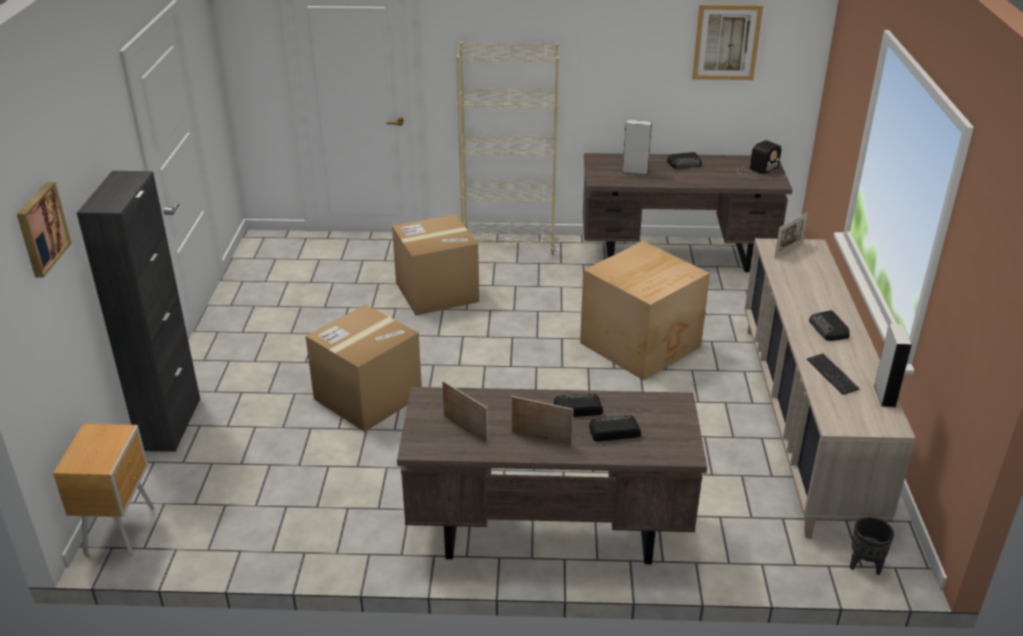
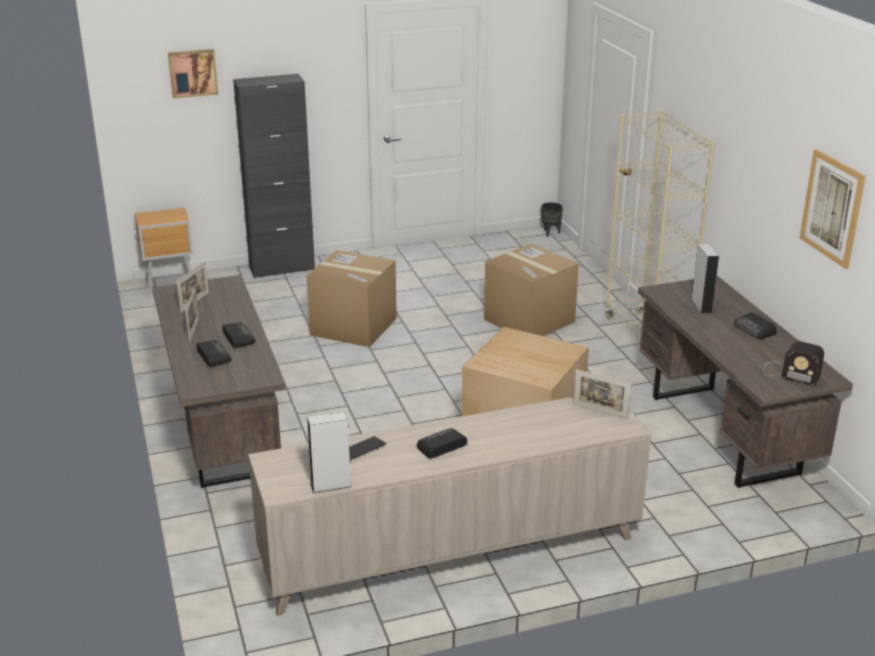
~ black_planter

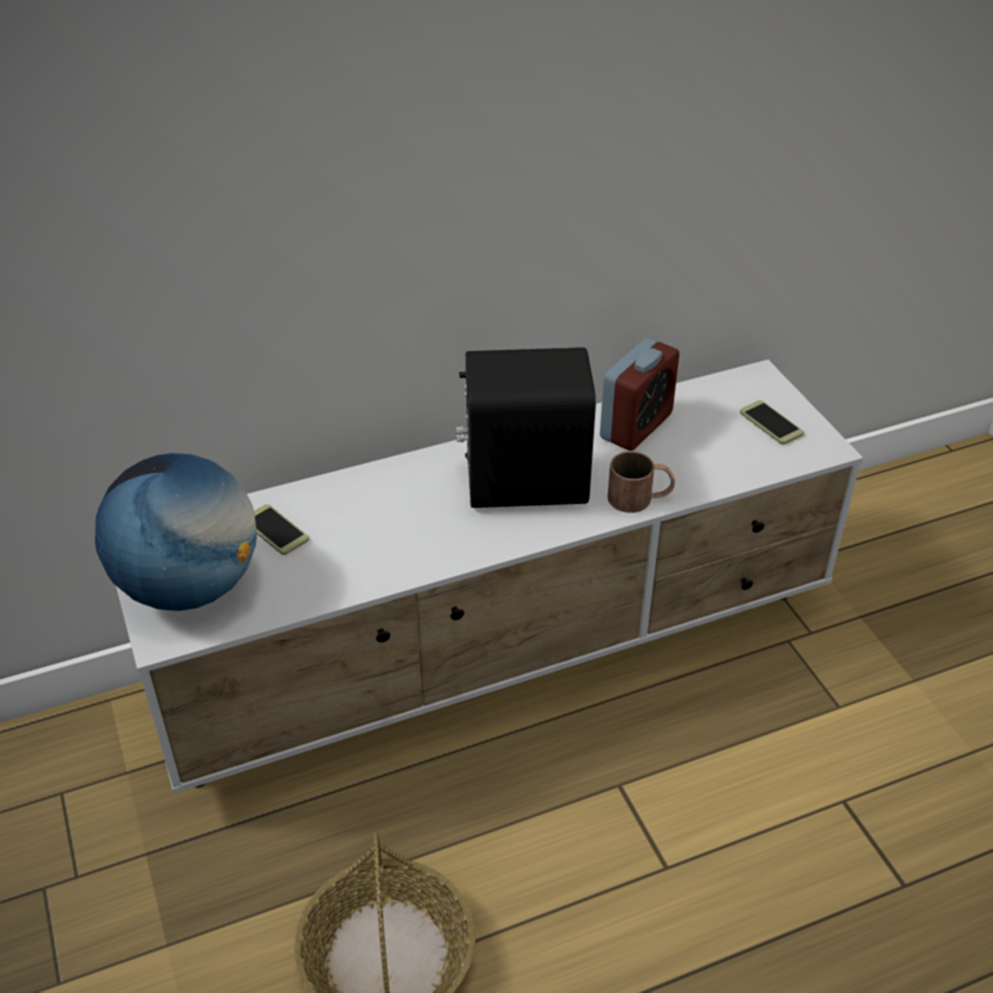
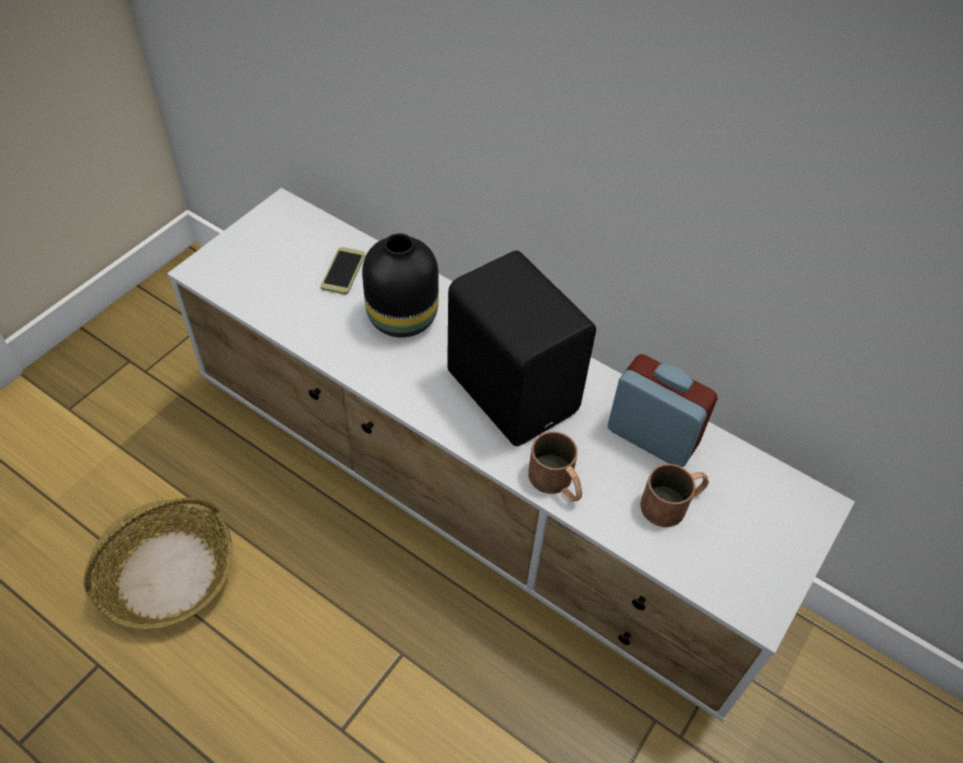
+ black_vase
~ alarm_clock 150 degrees counterclockwise
+ brown_mug (no. 2 from left)
- globe
- phone (no. 2 from left)

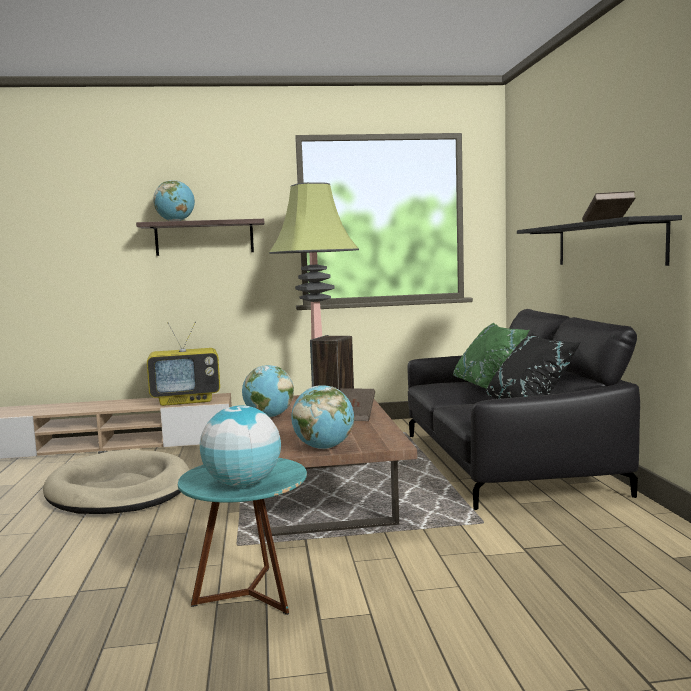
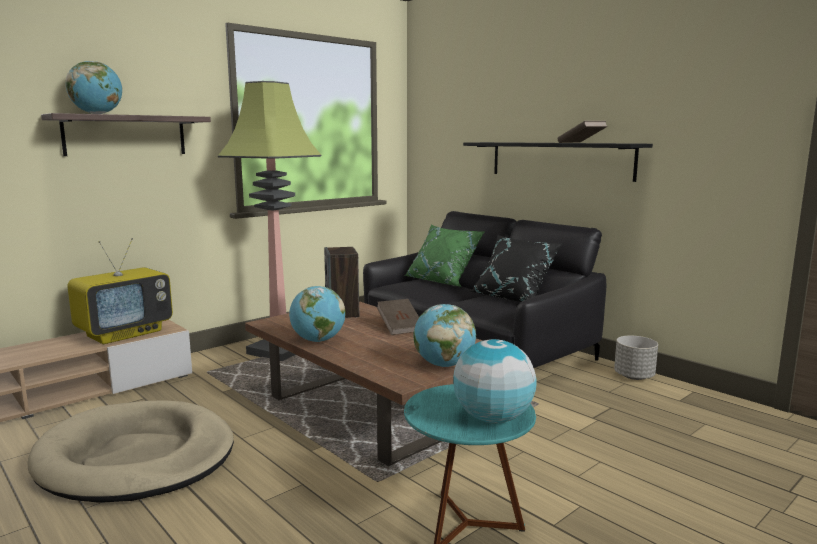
+ grey_planter

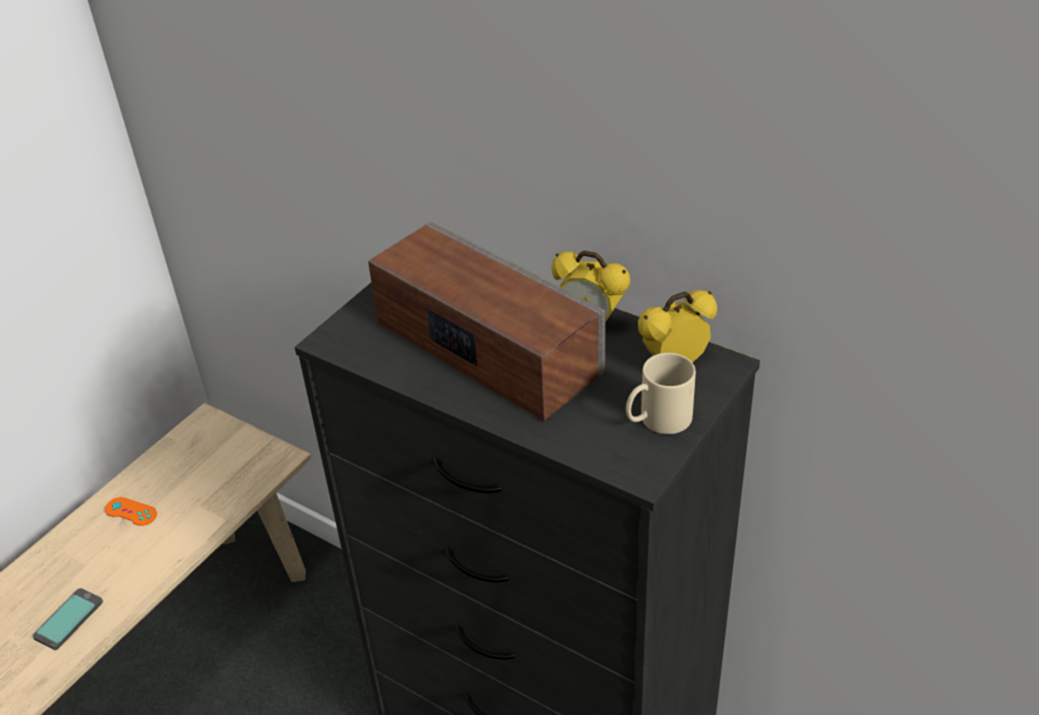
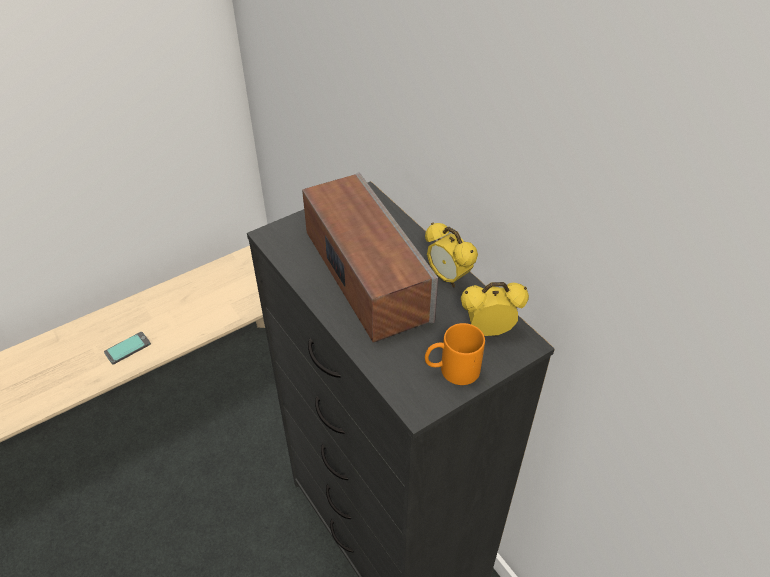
~ beige_mug to orange_mug
- orange_game_controller

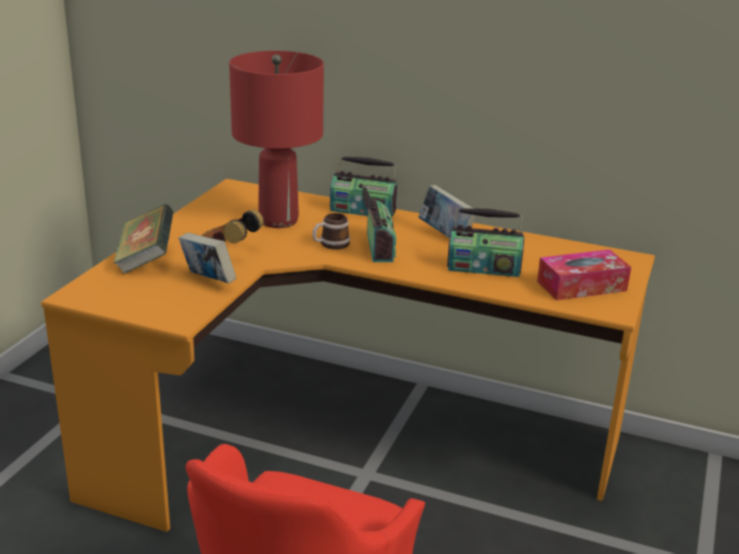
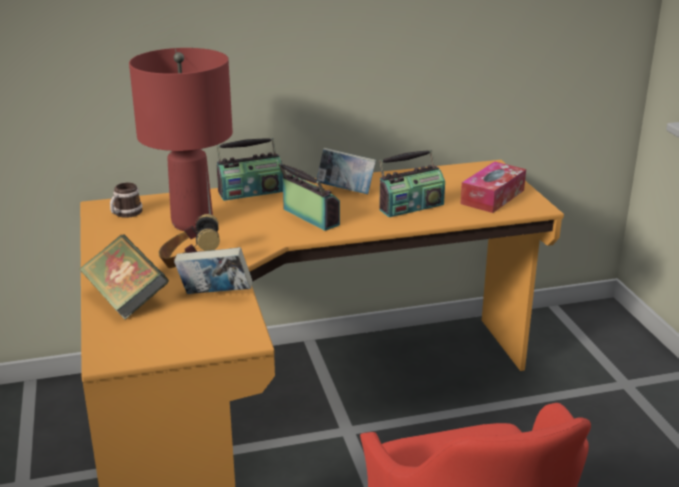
~ mug

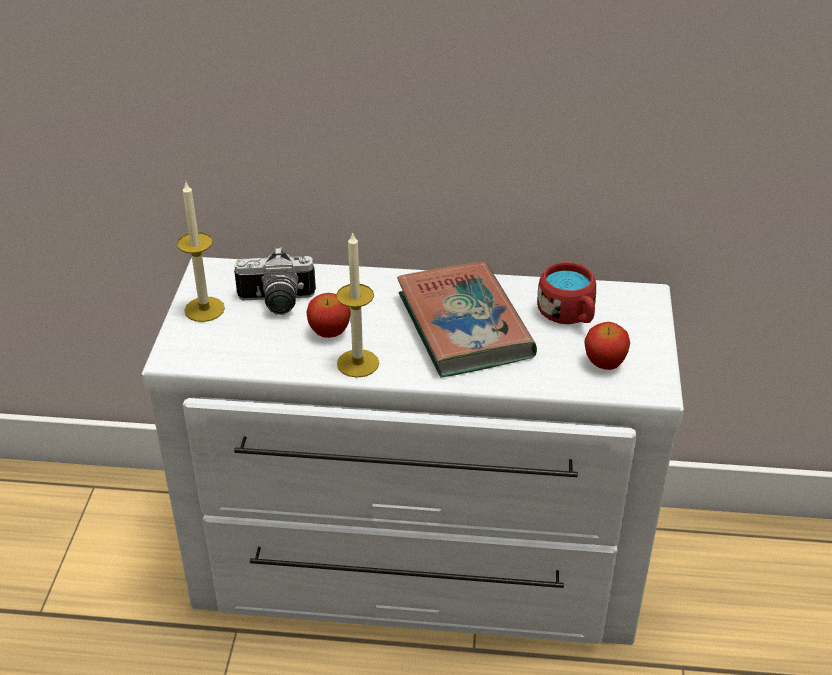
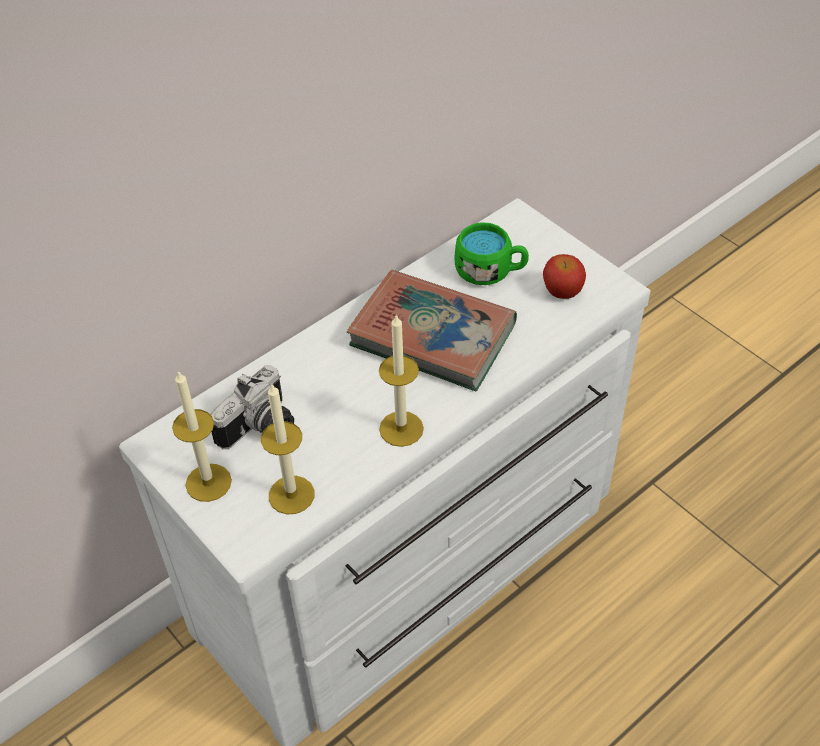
+ candle (no. 2 from left)
~ red_mug to green_mug
- apple (no. 1 from left)

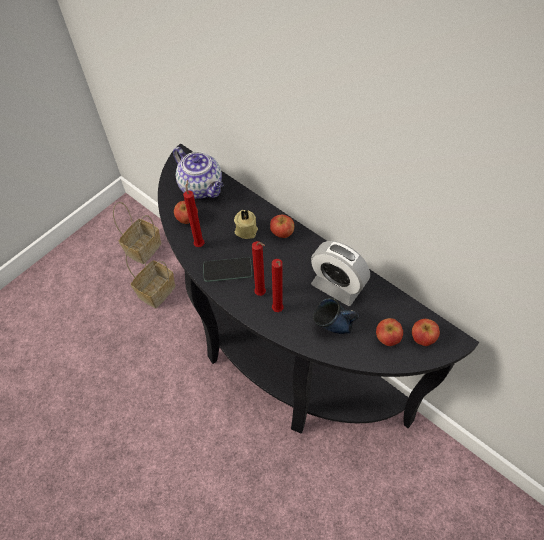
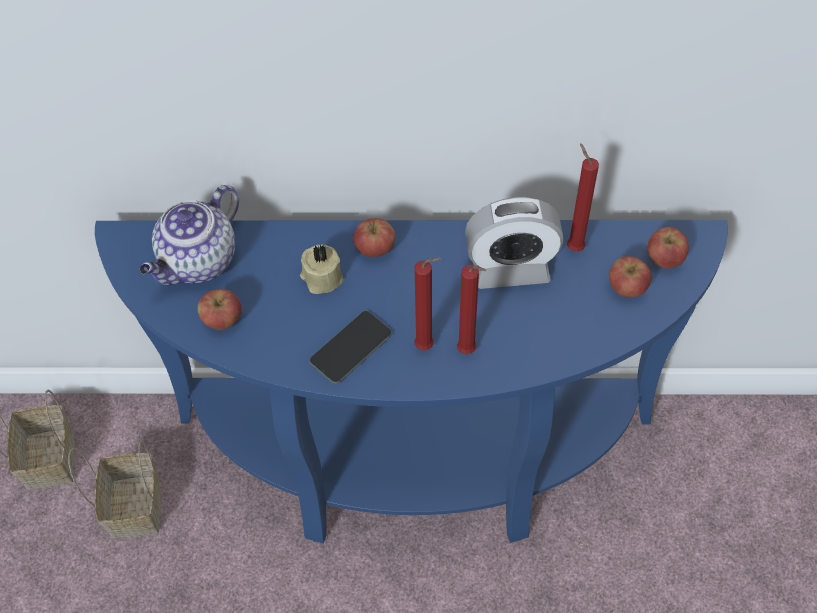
~ black_console_table to blue_console_table
~ teapot 120 degrees clockwise
~ red_candle (no. 1 from left in the first image) to red_candle (no. 3 from left)
- blue_mug

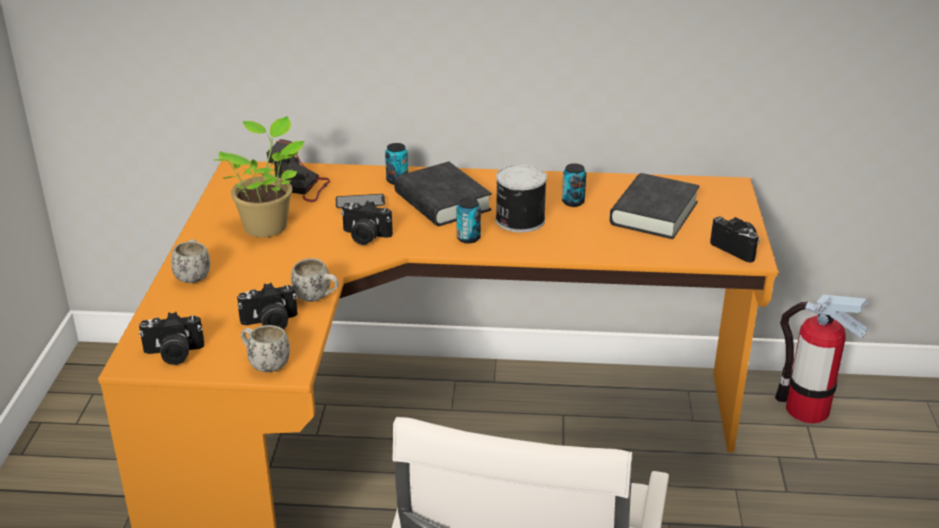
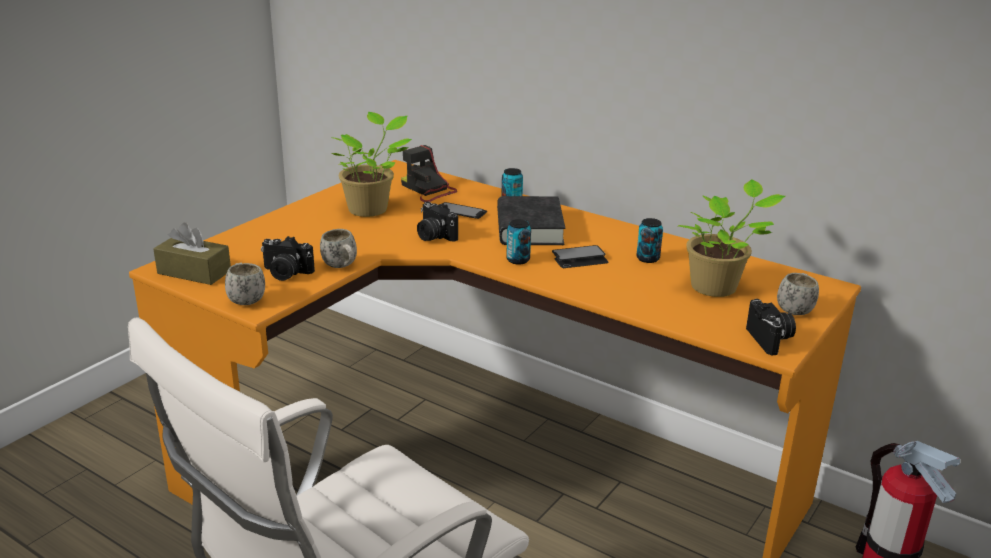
~ photo_camera (no. 1 from left) to brown_tissue_box
~ can (no. 3 from left) to phone (no. 2 from left)
~ black_book (no. 2 from left) to potted_plant (no. 2 from left)
~ white_mug (no. 1 from left in the first image) to white_mug (no. 3 from left)

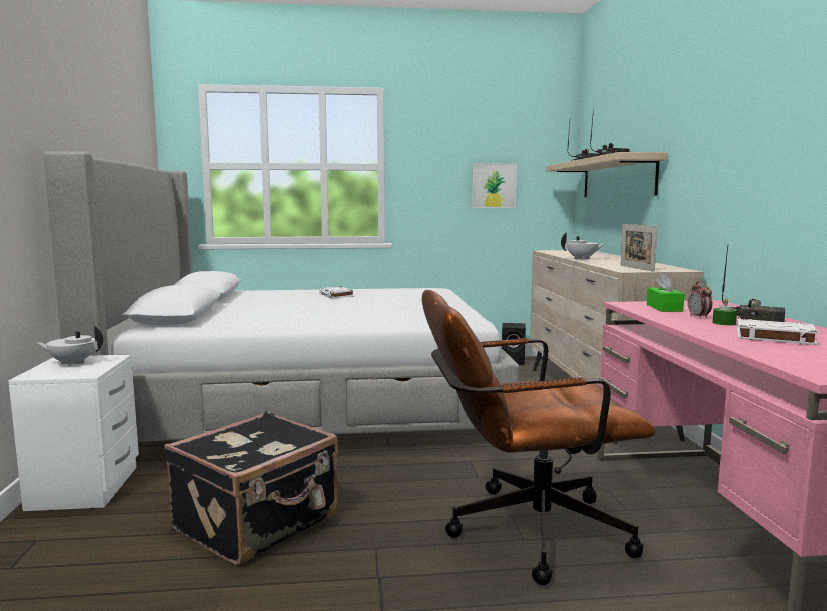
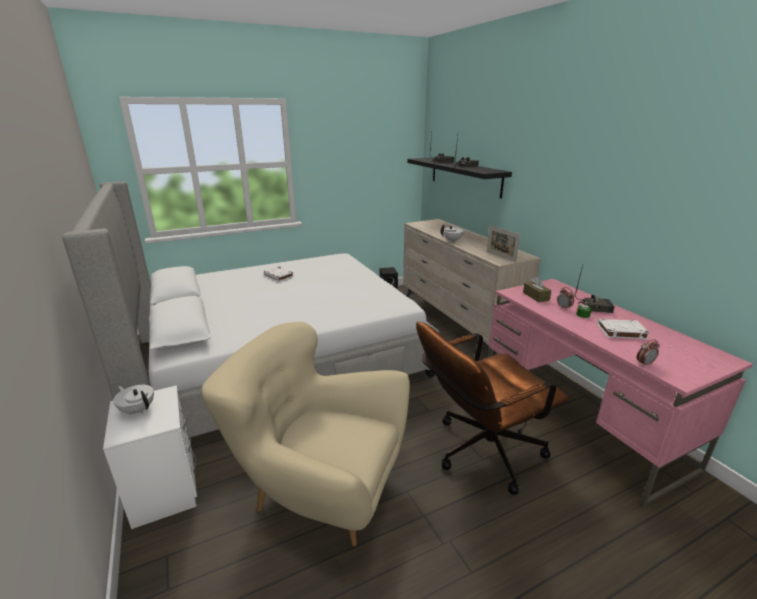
~ white_teapot (no. 1 from left) 60 degrees clockwise
~ black_suitcase to beige_armchair
~ beige_shelf to black_shelf
~ green_tissue_box to brown_tissue_box
+ alarm_clock (no. 2 from left)
- picture

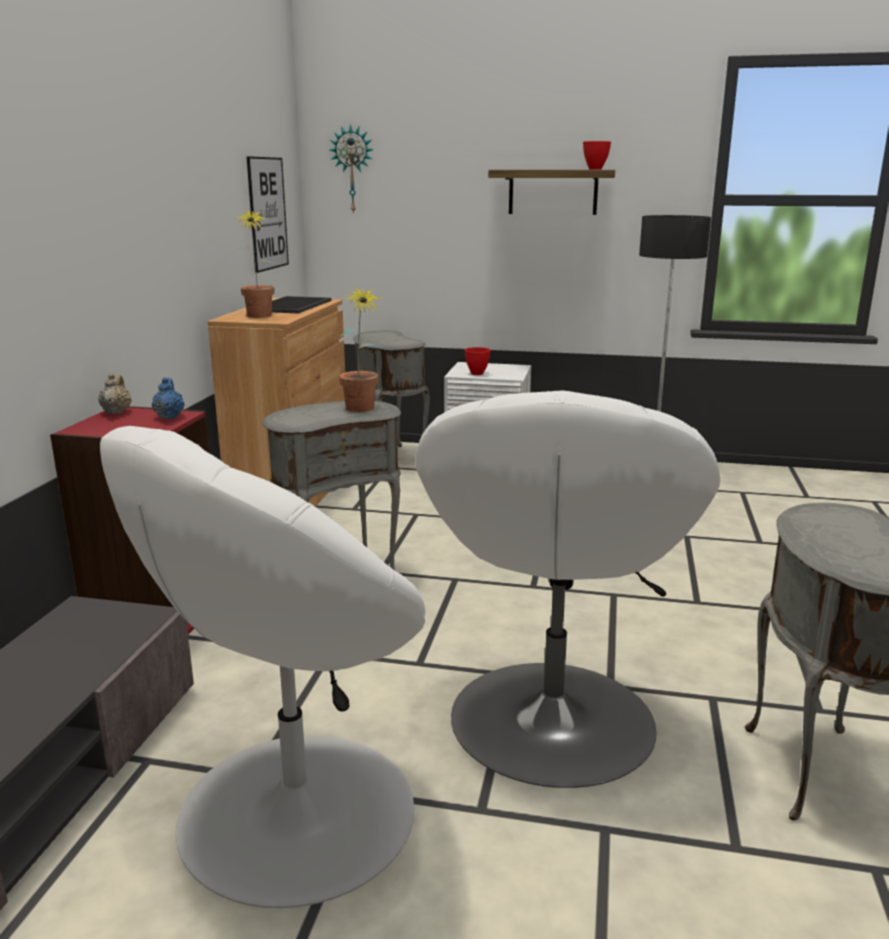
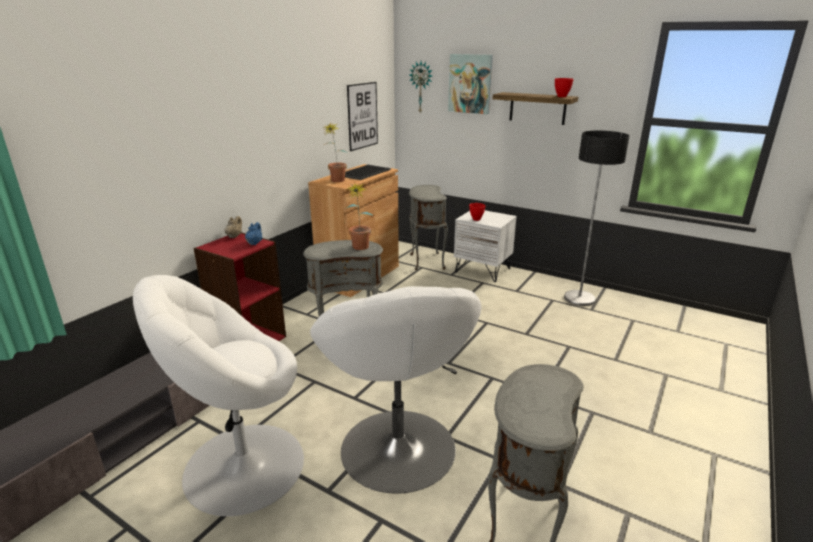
~ white_armchair (no. 2 from left) 45 degrees counterclockwise
+ picture (no. 2 from left)

